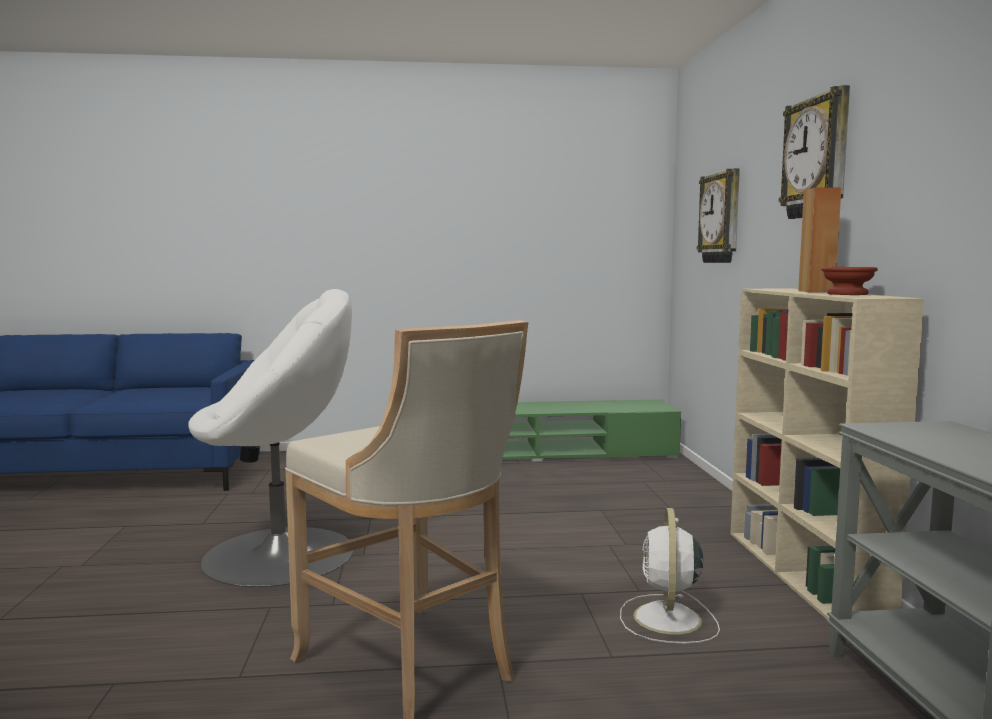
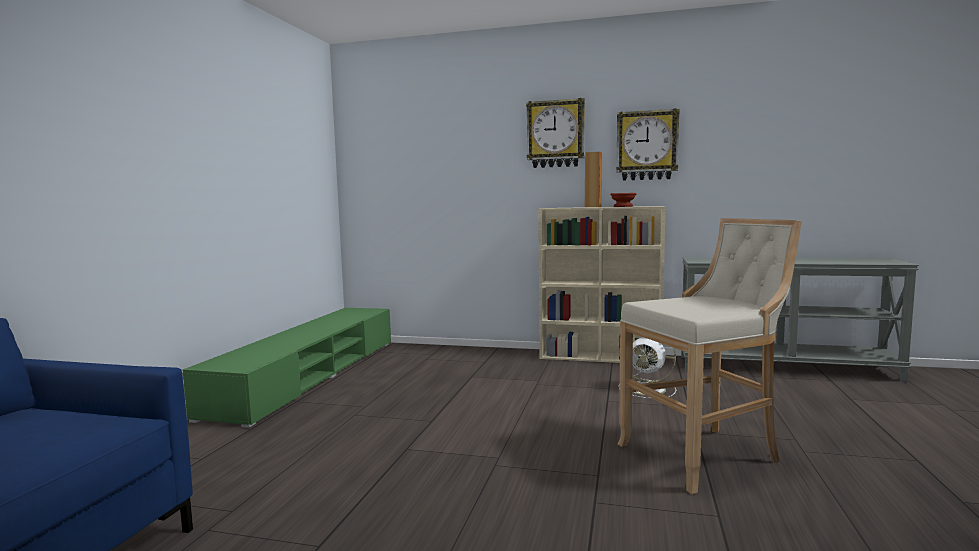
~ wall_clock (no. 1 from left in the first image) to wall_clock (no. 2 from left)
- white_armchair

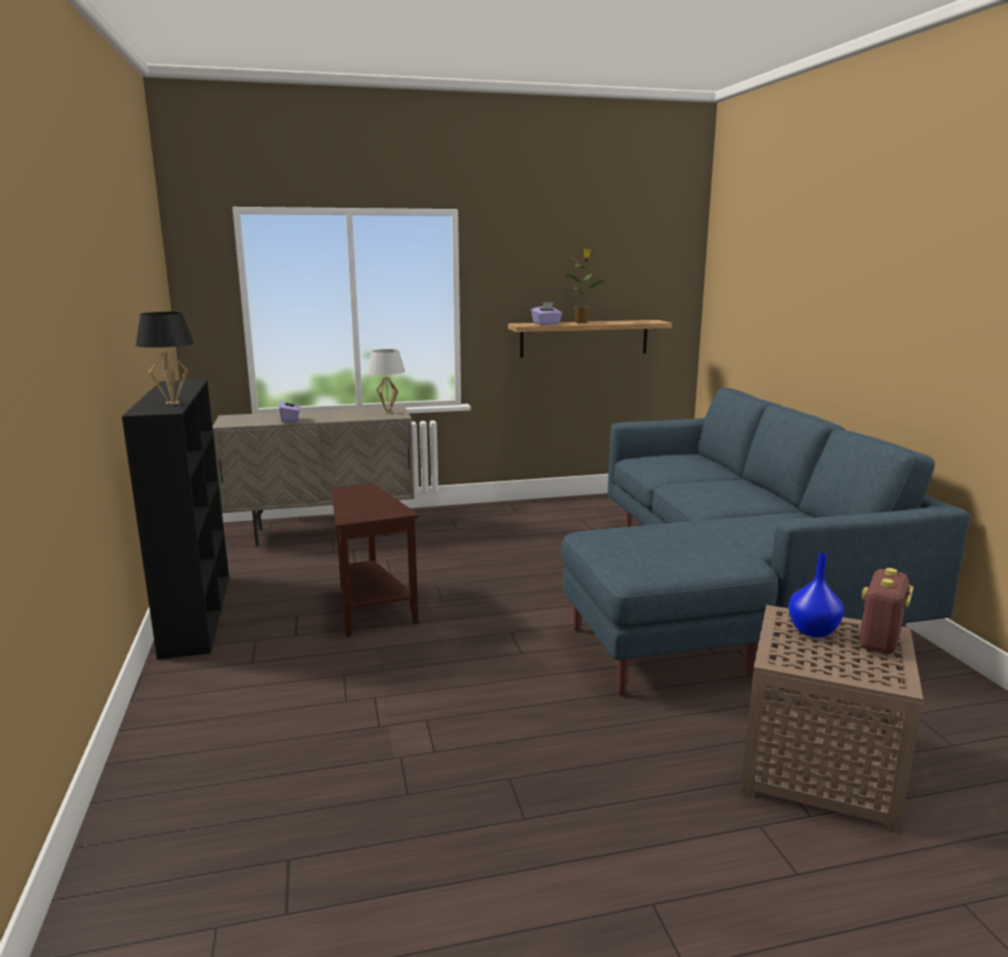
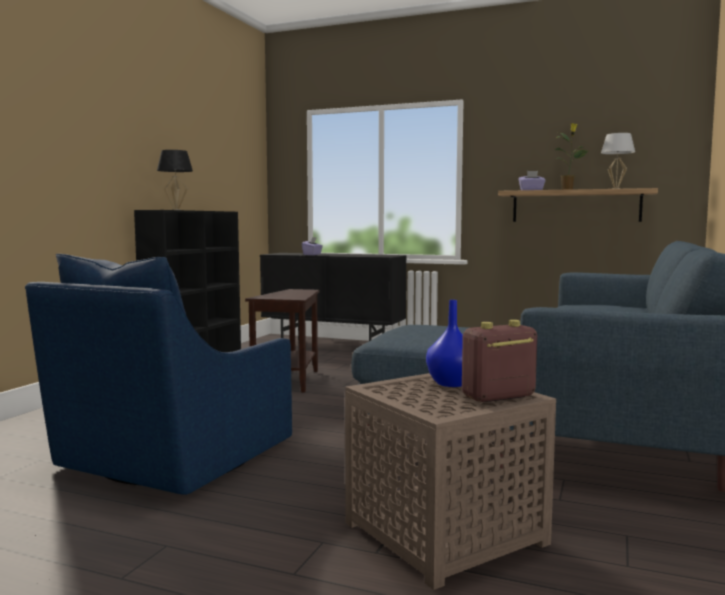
+ blue_armchair
~ beige_cabinet to black_cabinet
~ white_table_lamp

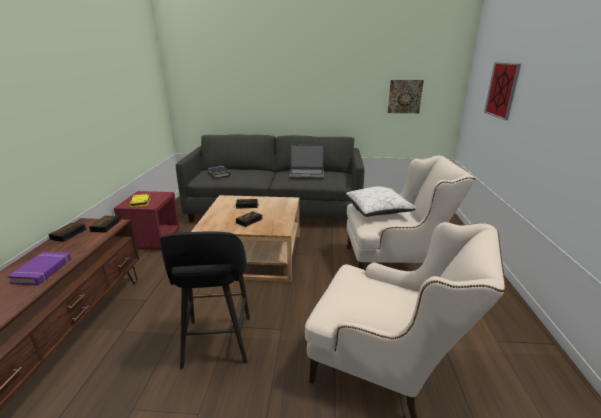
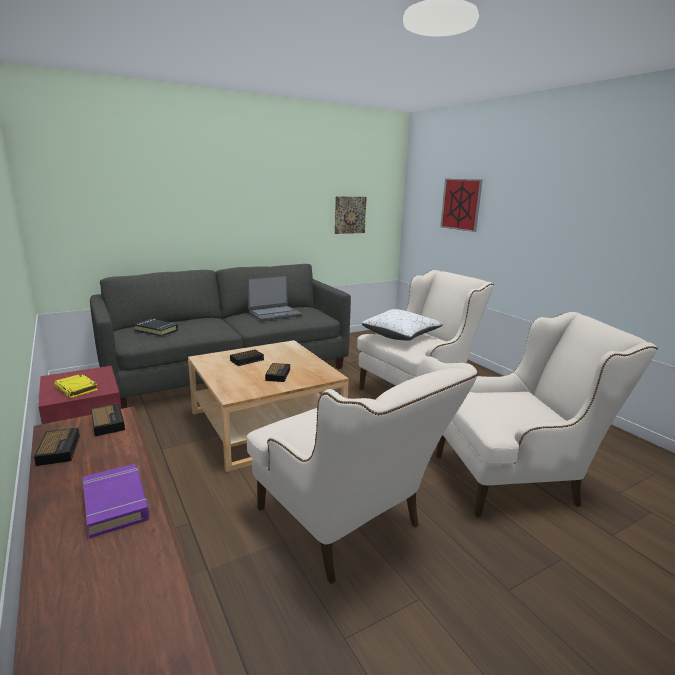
~ black_stool to beige_armchair (no. 1 from left)

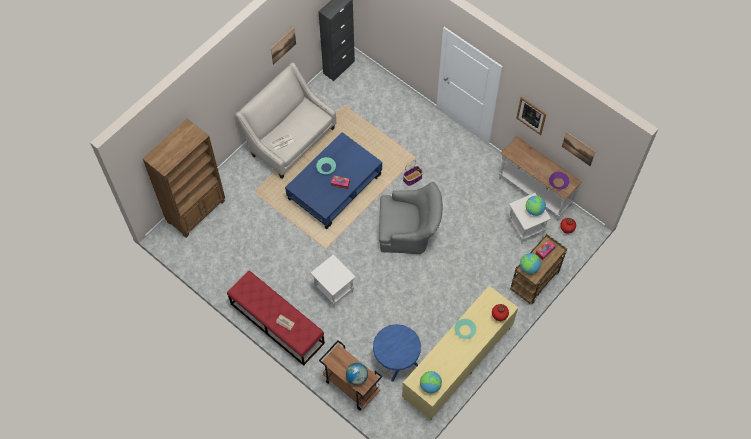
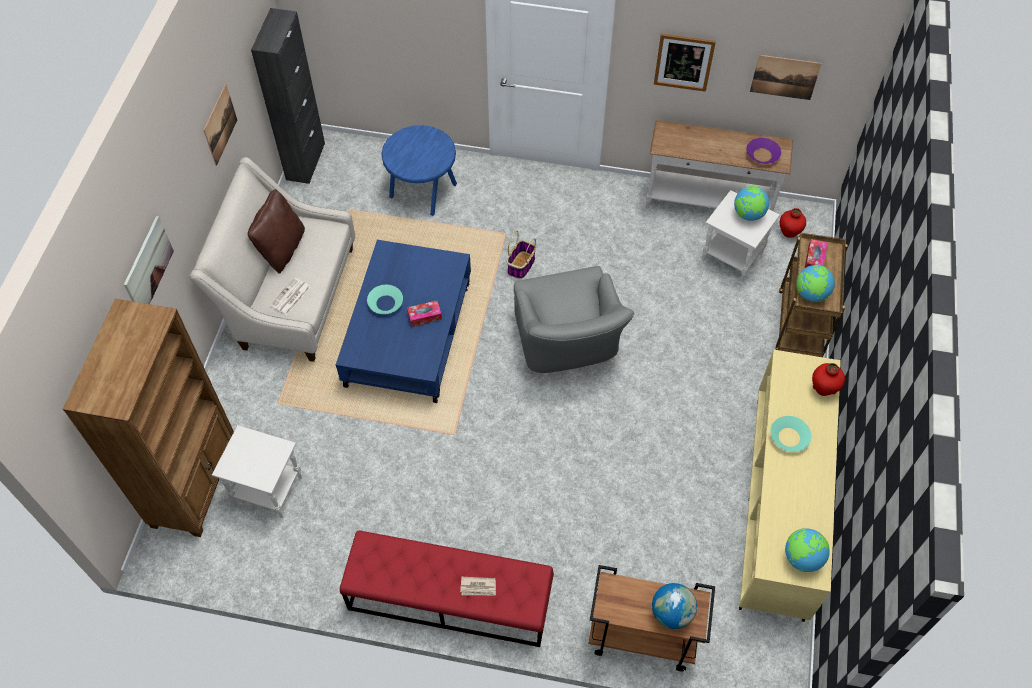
+ picture (no. 1 from left)
~ white_side_table (no. 1 from left)
+ brown_pillow
~ blue_side_table
~ grey_armchair 105 degrees clockwise

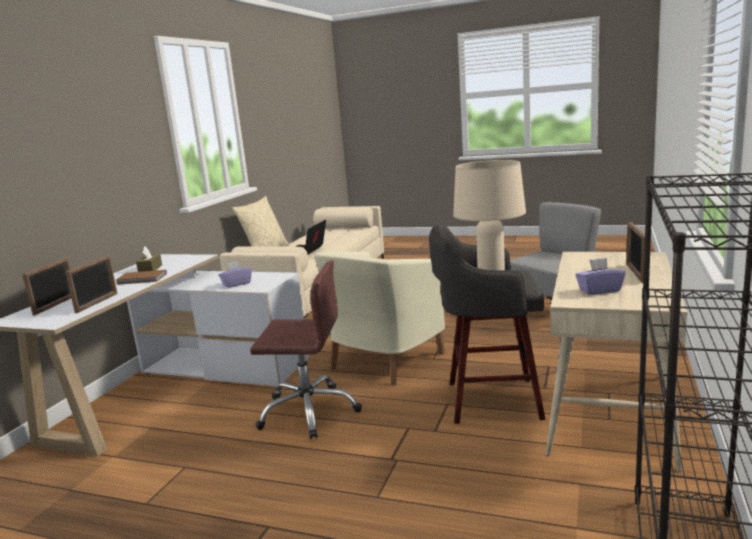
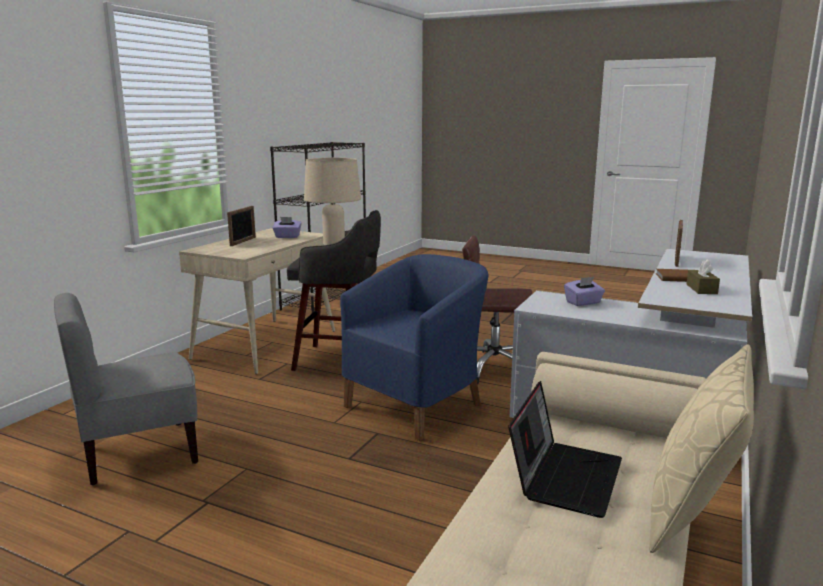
~ beige_armchair to blue_armchair
- picture_frame (no. 1 from left)

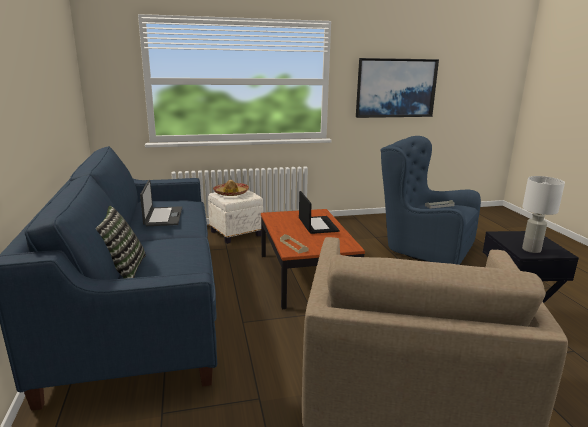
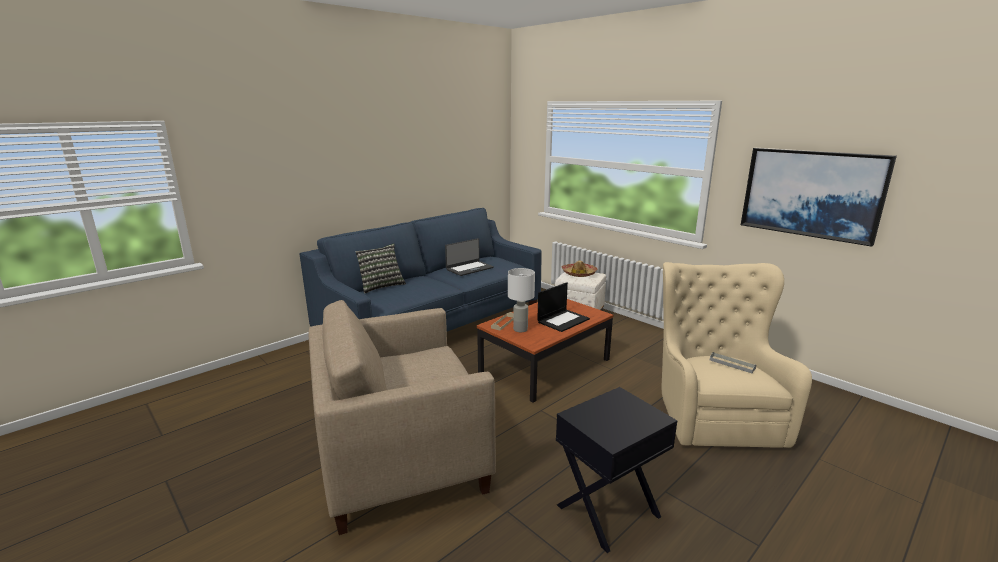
~ white_table_lamp
~ blue_armchair to beige_armchair (no. 2 from left)

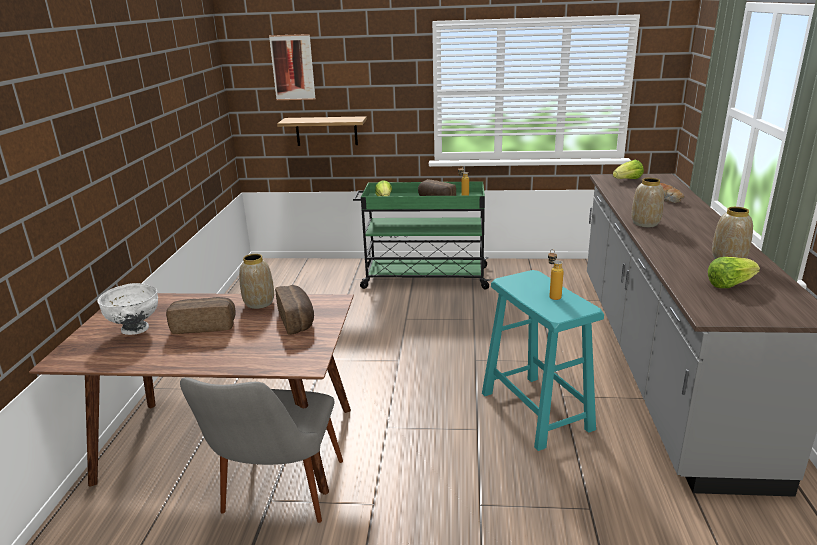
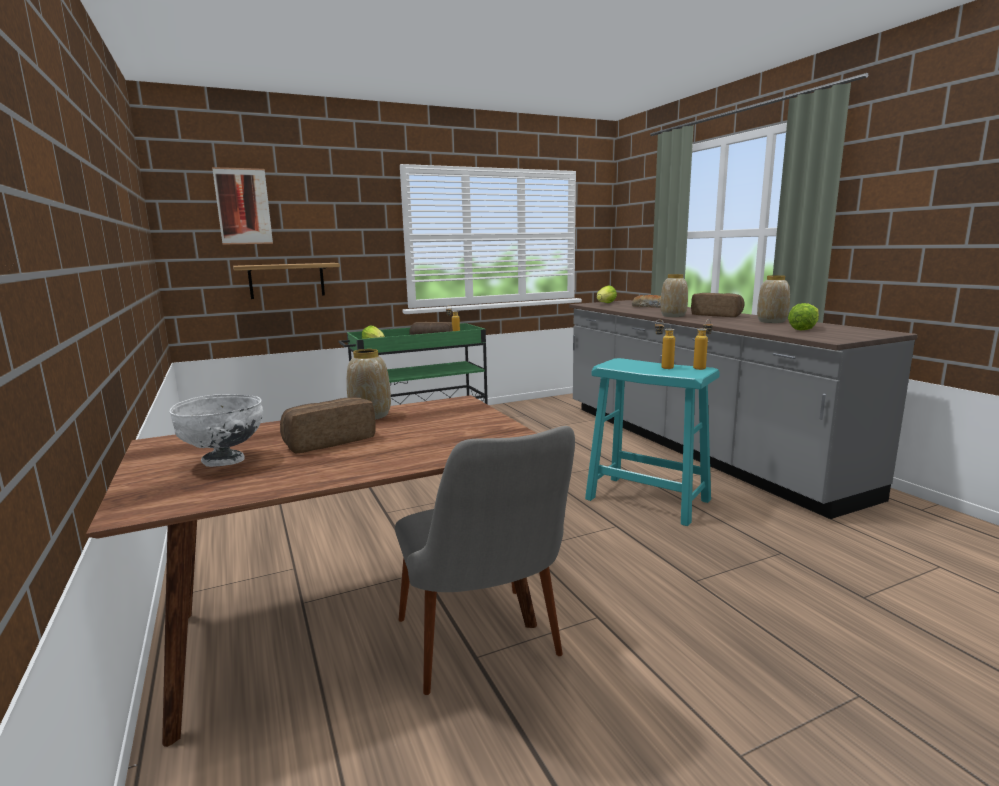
~ bread (no. 2 from left in the first image) to bread (no. 4 from left)
+ bottle (no. 3 from left)

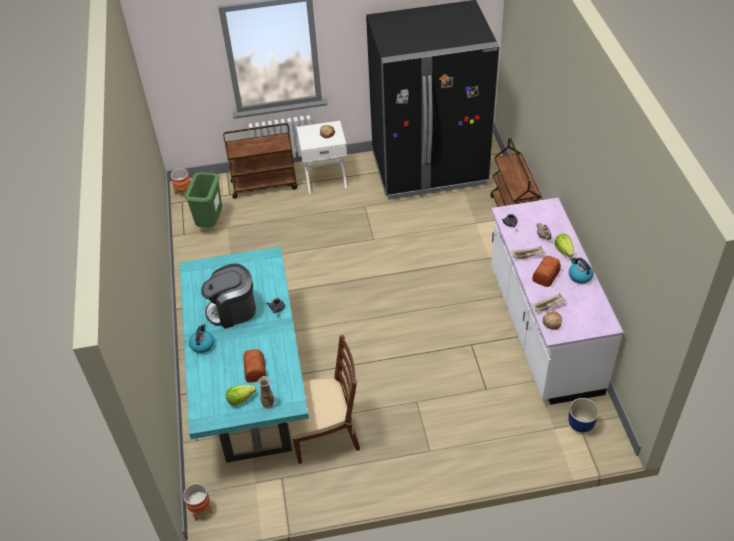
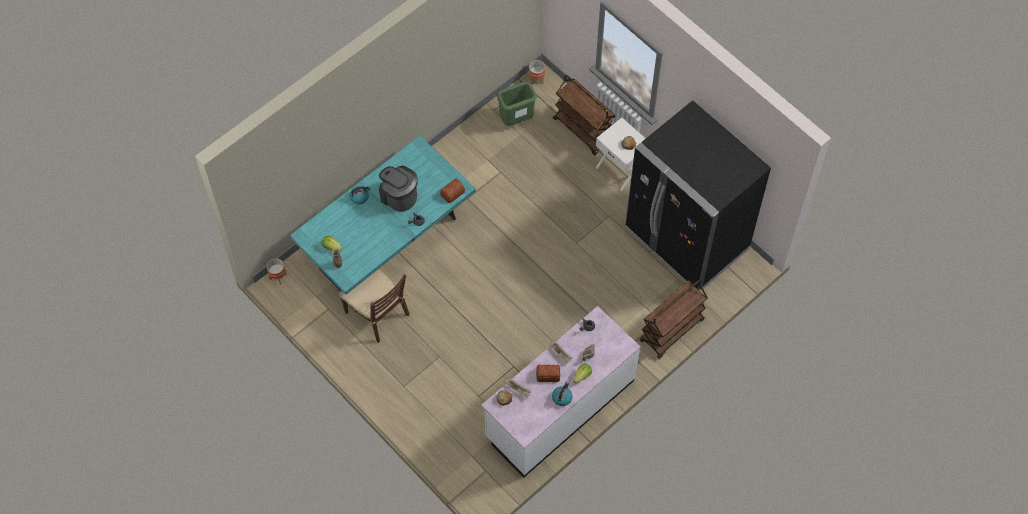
~ bread (no. 1 from left)
- planter (no. 3 from left)

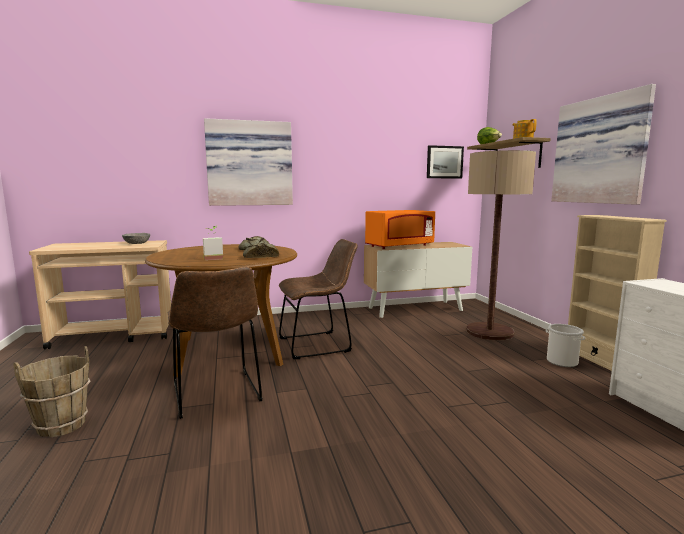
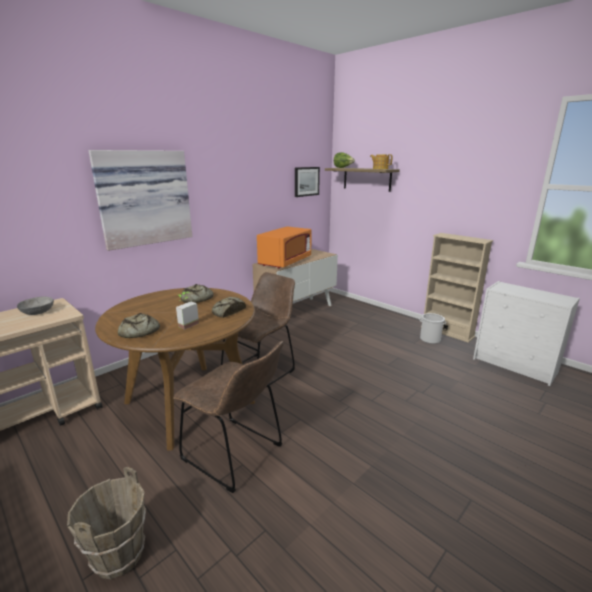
+ bread (no. 1 from left)
- floor_lamp
- picture (no. 3 from left)

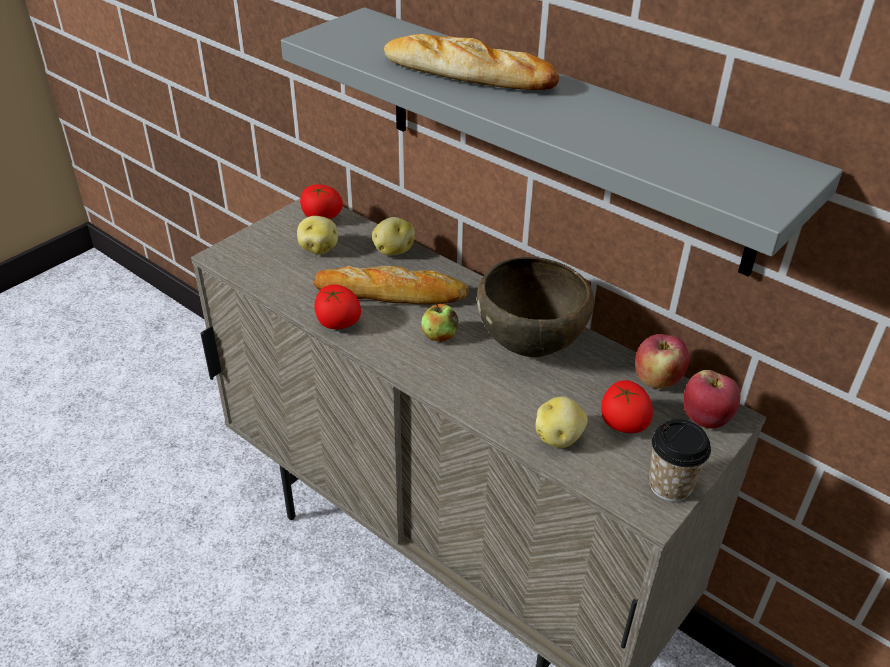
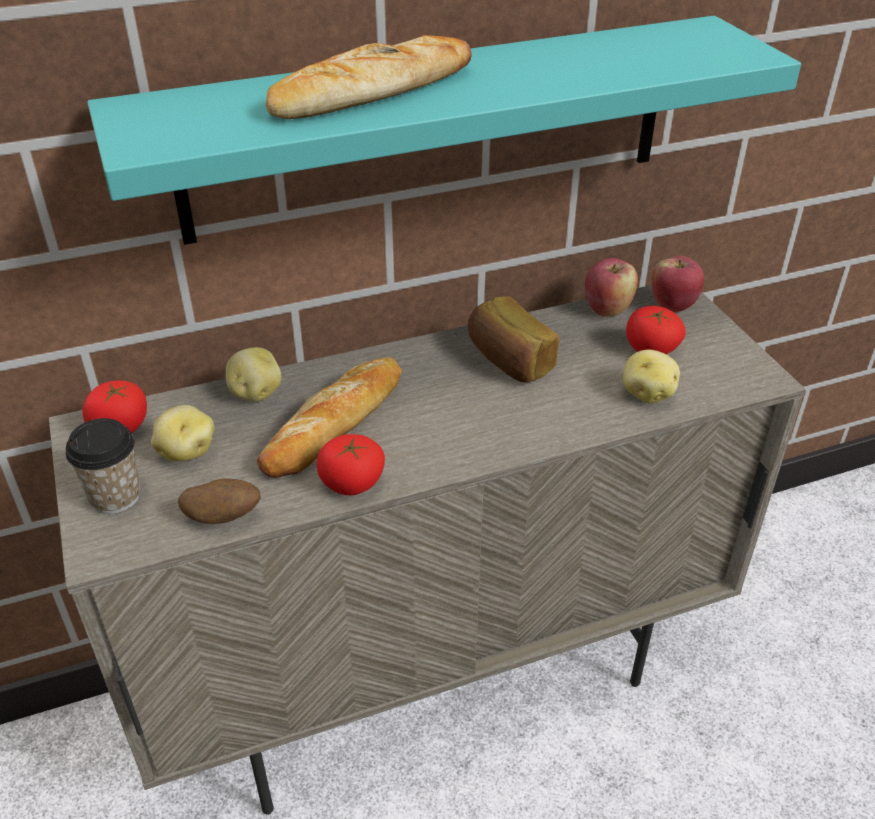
~ cup
~ grey_shelf to turquoise_shelf
+ potato (no. 2 from left)
~ brown_bowl to bread (no. 3 from left)
- apple (no. 1 from left)

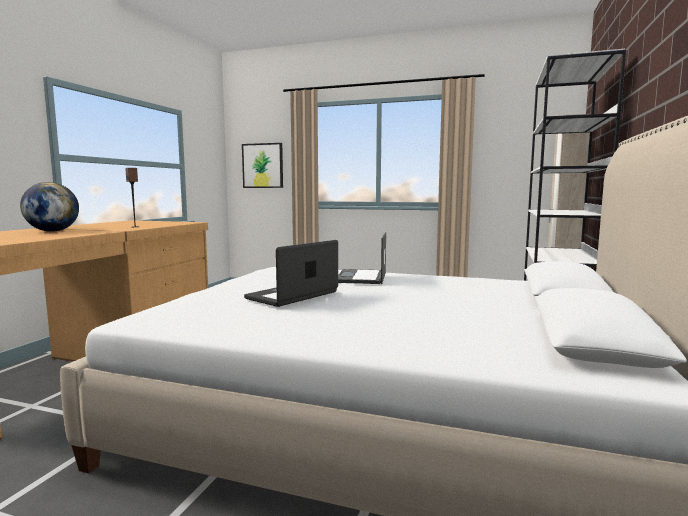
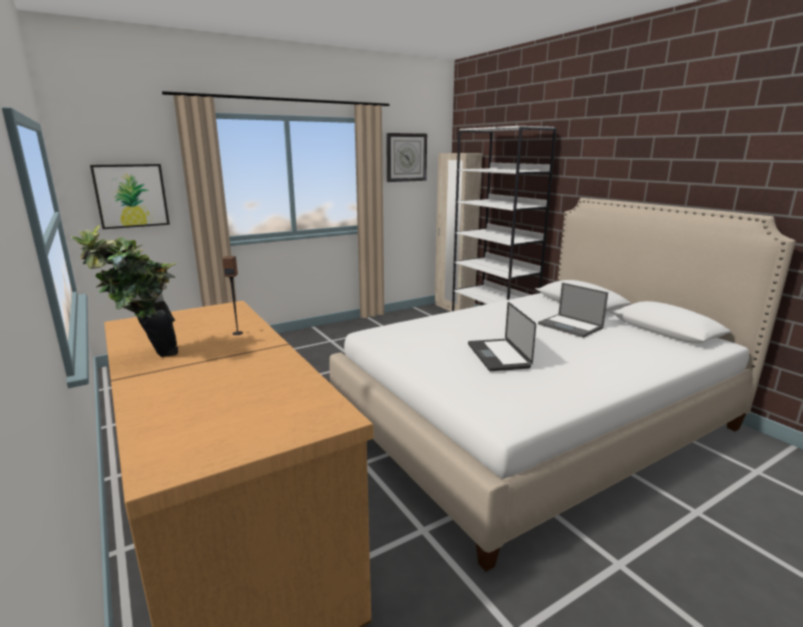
+ potted_plant
+ wall_clock
~ laptop (no. 2 from left)
- globe

